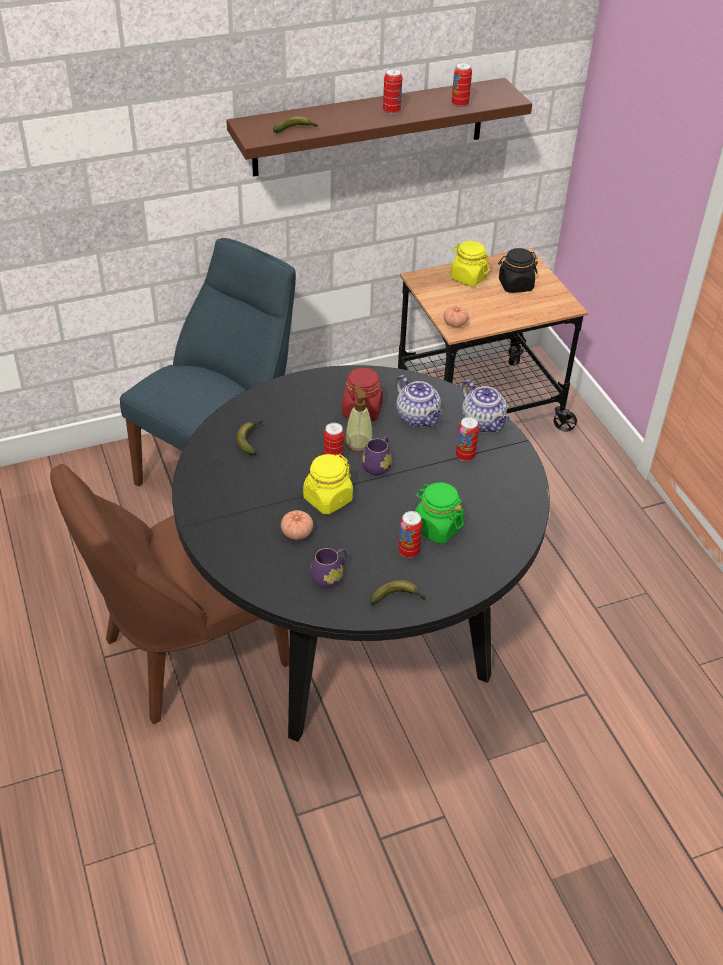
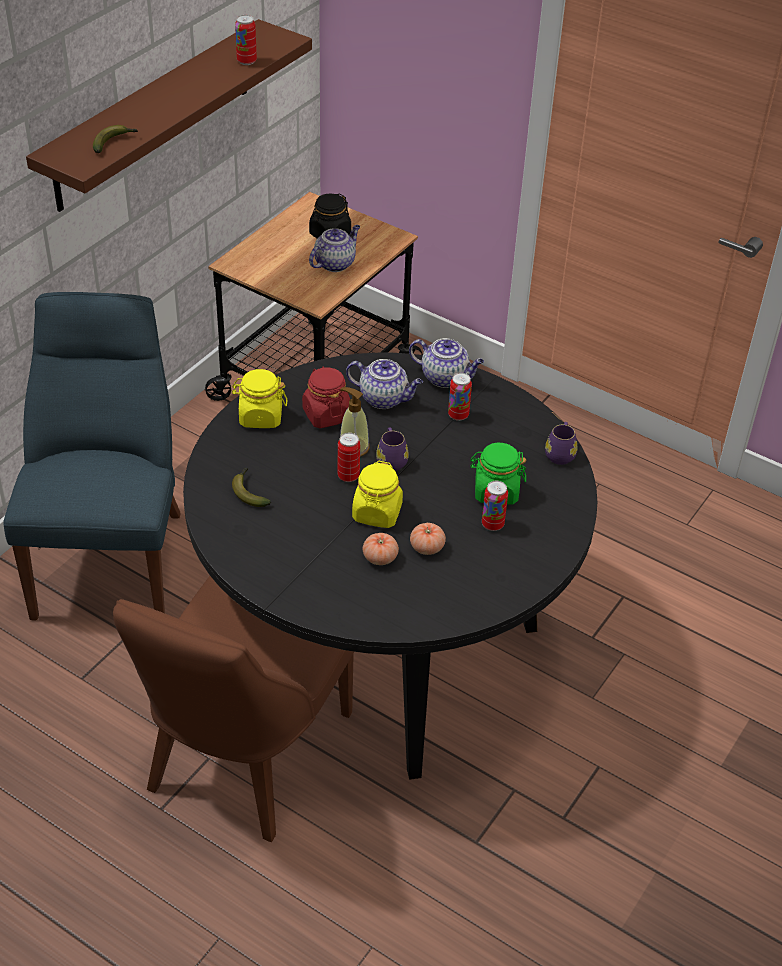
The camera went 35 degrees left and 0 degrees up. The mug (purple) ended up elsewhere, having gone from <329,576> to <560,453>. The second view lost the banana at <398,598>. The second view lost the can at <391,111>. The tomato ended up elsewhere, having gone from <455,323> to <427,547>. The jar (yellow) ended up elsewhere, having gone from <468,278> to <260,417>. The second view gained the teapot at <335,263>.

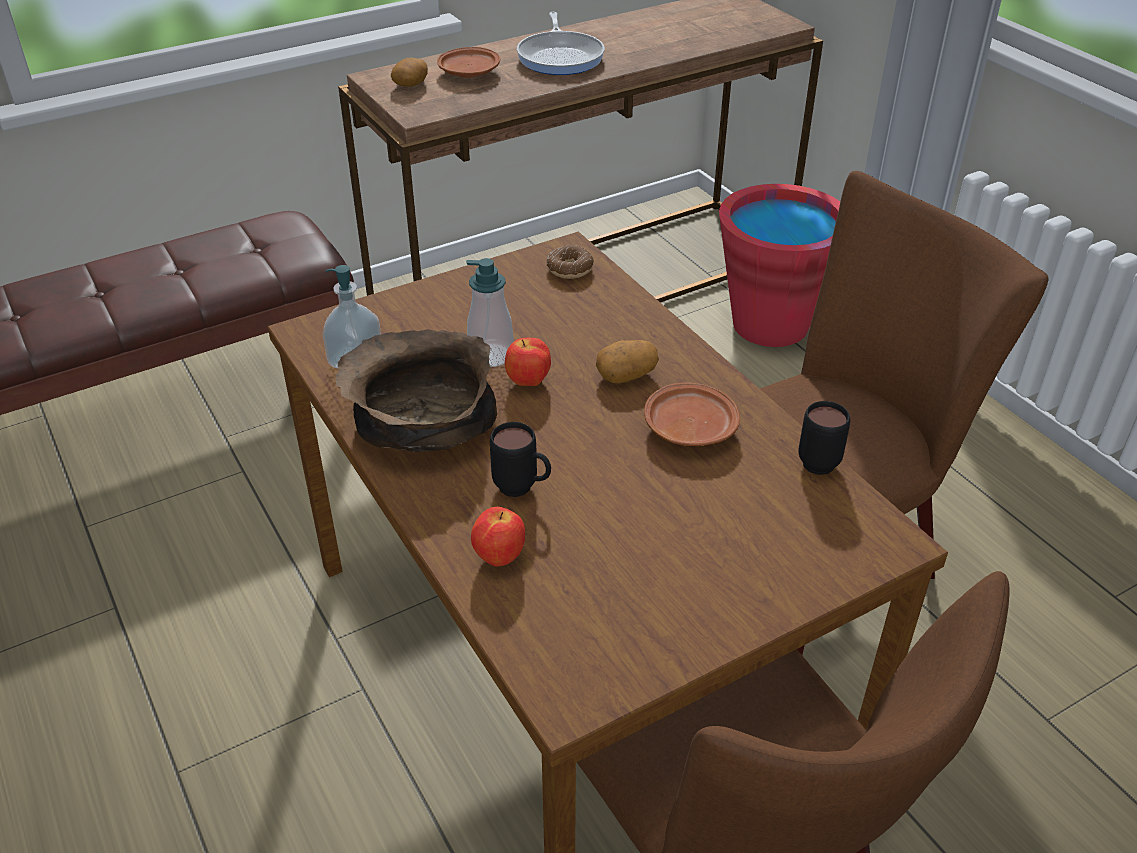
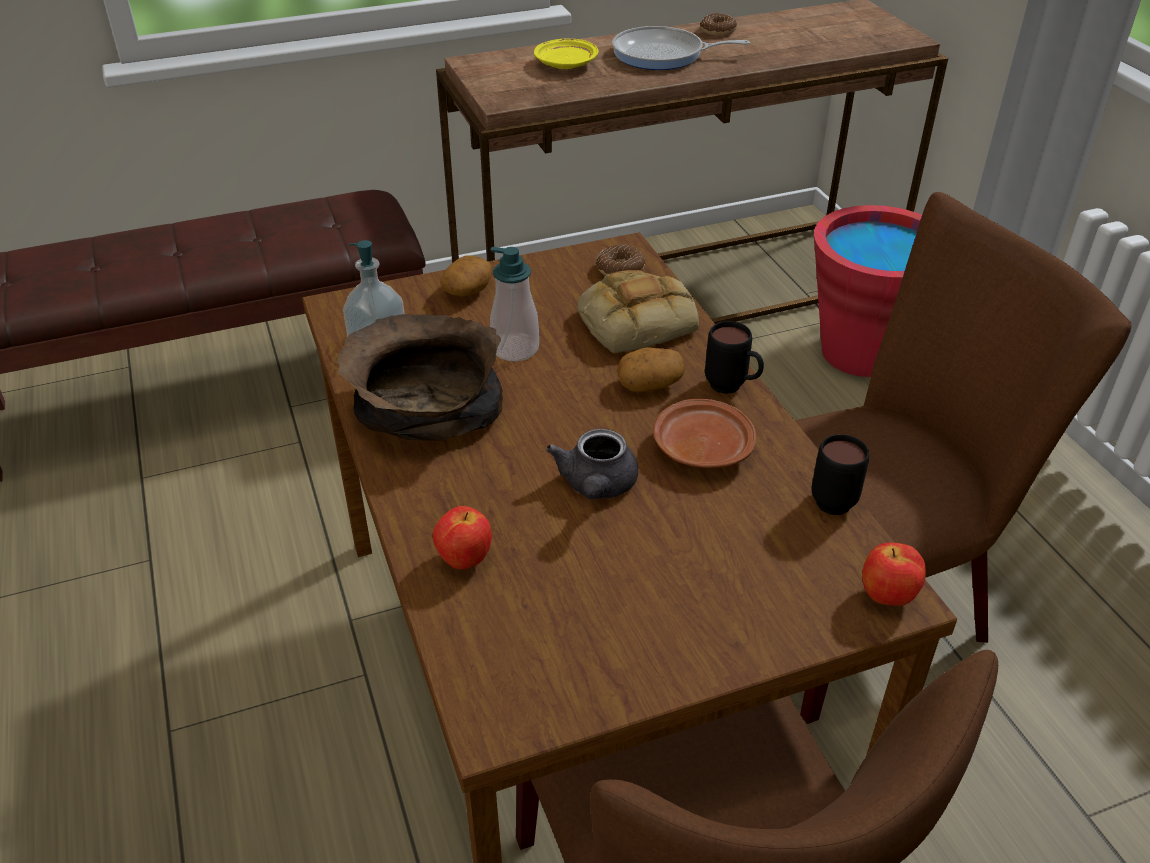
The camera went 10 degrees right and 0 degrees up. The potato ended up elsewhere, having gone from <410,84> to <467,291>. What was the plate (brown) at <469,72> turned into the plate (yellow) at <566,64>. The mug (black) ended up elsewhere, having gone from <523,490> to <732,388>. The apple ended up elsewhere, having gone from <528,382> to <887,597>. The frying pan at <560,57> ended up facing another way, 90 degrees clockwise from before. The second view gained the teapot (grey) at <596,486>. The second view gained the bread at <637,321>. The second view gained the donut at <717,31>.

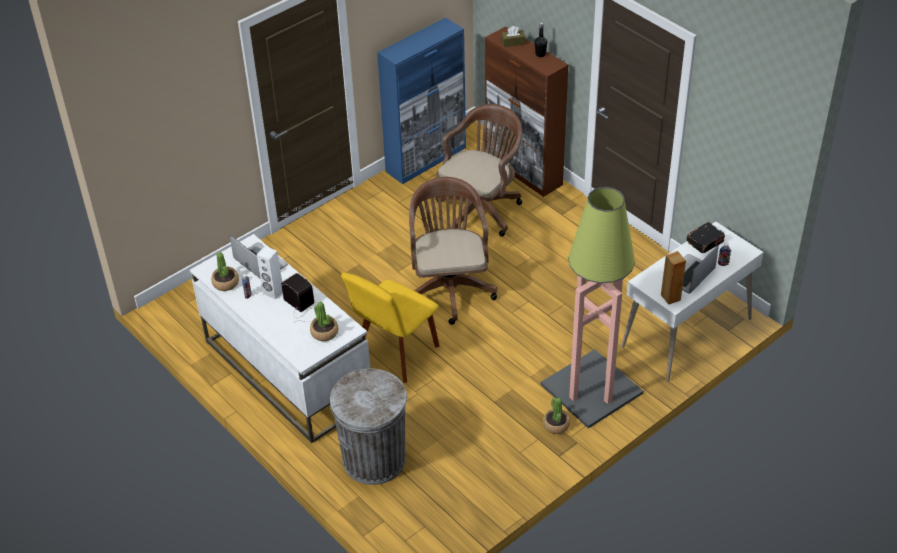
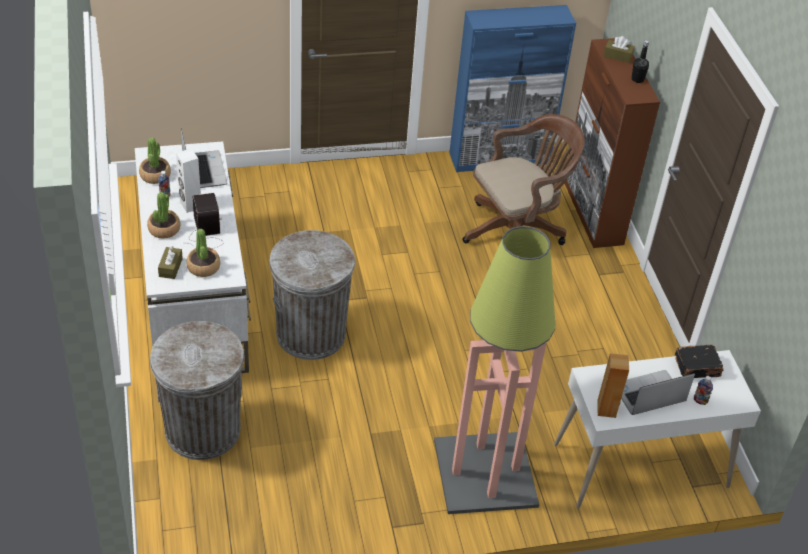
The camera went 25 degrees right and 0 degrees up. Where the chair (yellow) stood at <394,353>, the trash can (grey) came to stand at <310,334>. The second view lost the office chair (brown) at <449,287>. The potted plant ended up elsewhere, having gone from <556,425> to <164,229>. The second view gained the tissue box (brown) at <170,267>.

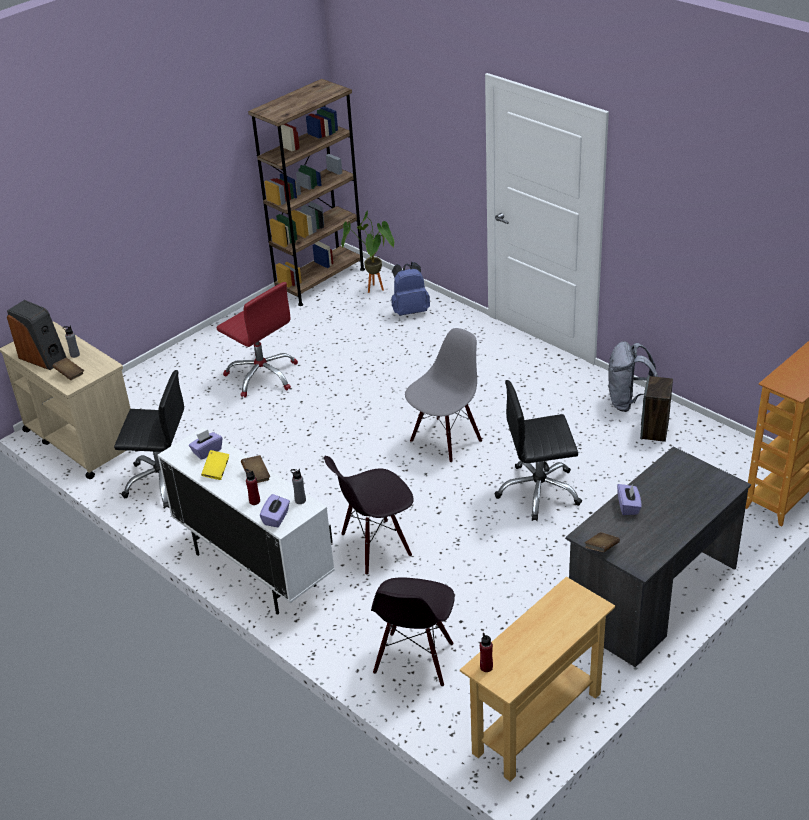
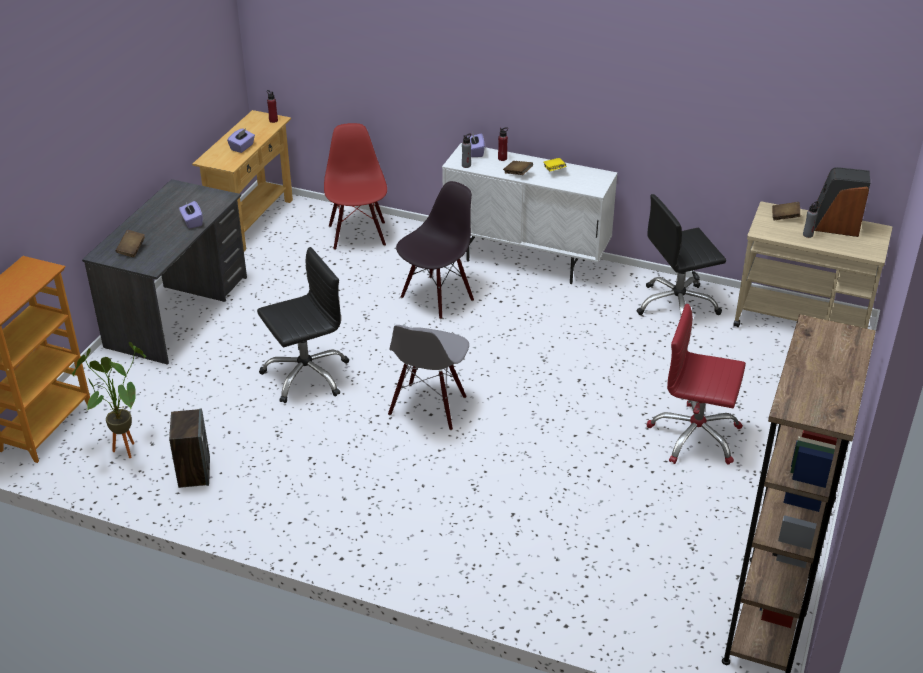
The camera went 155 degrees right and 0 degrees up. The tissue box (purple) ended up elsewhere, having gone from <207,451> to <242,147>. The potted plant ended up elsewhere, having gone from <374,291> to <124,447>. What was the chair (black) at <415,659> turned into the chair (red) at <358,235>. The second view lost the backpack (blue) at <410,310>. The book (brown) ended up elsewhere, having gone from <601,548> to <131,249>. The second view lost the backpack (grey) at <628,402>.

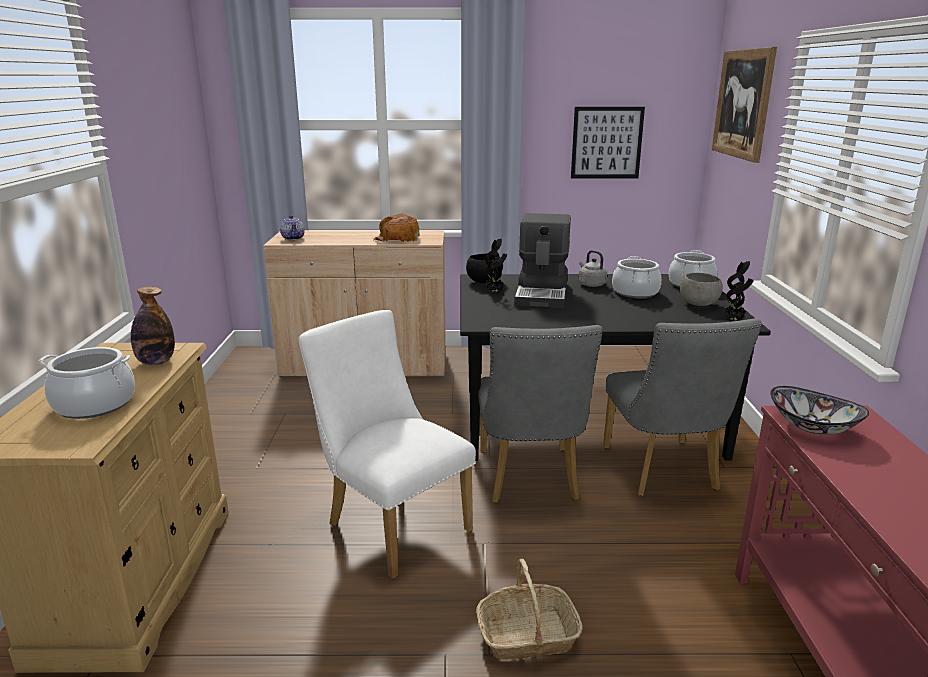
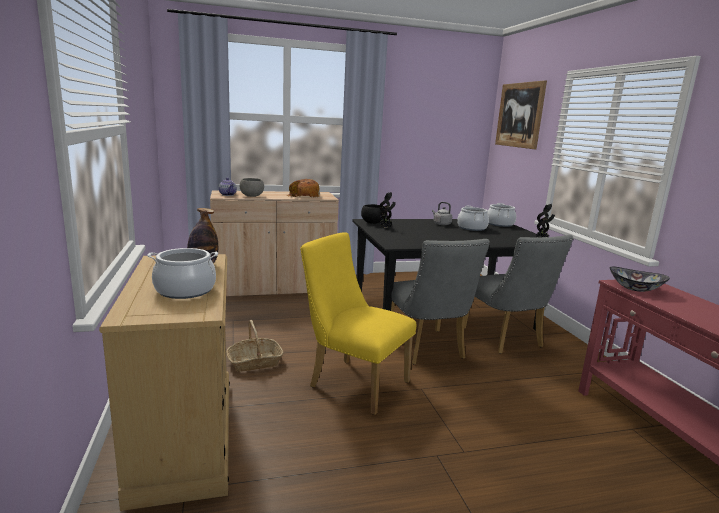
The camera went 15 degrees left and 5 degrees down. What was the chair (white) at <391,523> turned into the chair (yellow) at <353,382>. The basket ended up elsewhere, having gone from <527,635> to <254,362>. The second view lost the coffee machine at <543,294>. The second view lost the picture at <606,143>. The bowl (grey) ended up elsewhere, having gone from <699,304> to <252,196>.

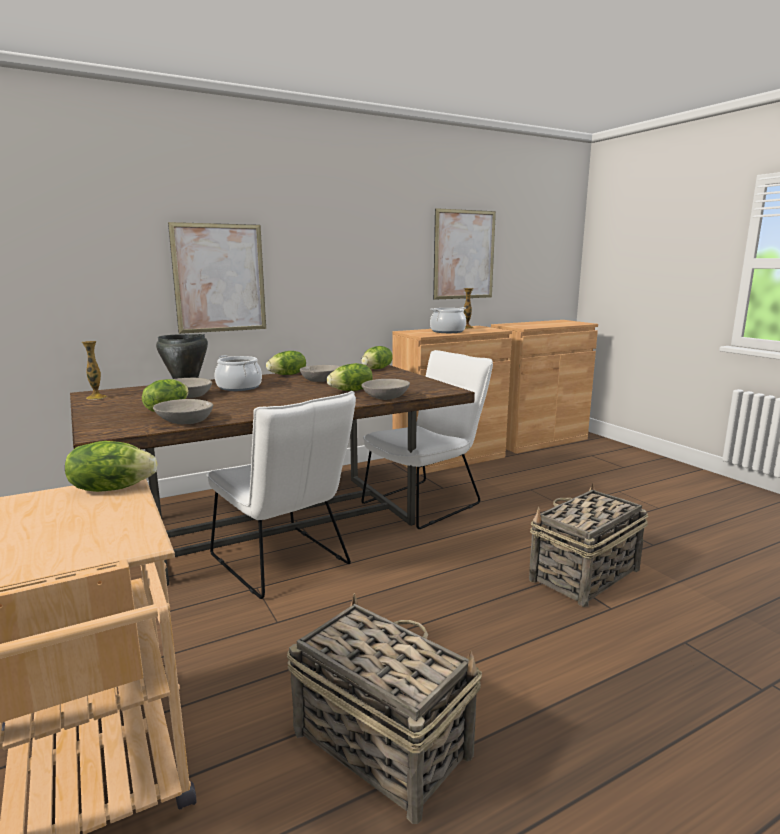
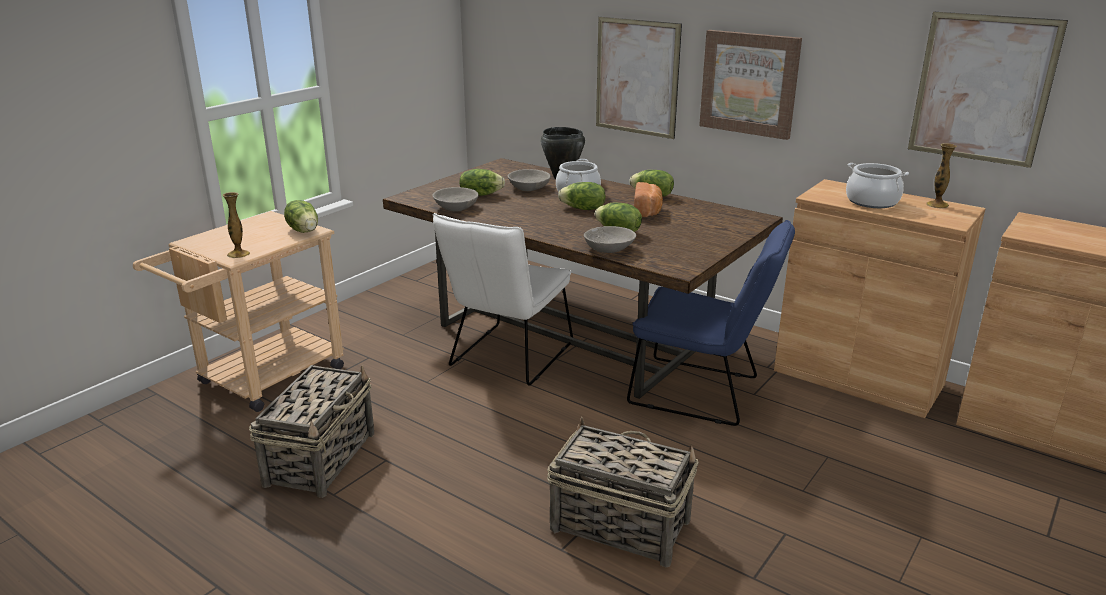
The camera went 65 degrees right and 10 degrees up. The vase ended up elsewhere, having gone from <96,397> to <238,254>. Where the bowl (grey) stood at <321,380>, the bread came to stand at <648,211>. The lettuce ended up elsewhere, having gone from <377,369> to <583,209>. What was the chair (white) at <427,501> turned into the chair (blue) at <703,393>. The second view gained the picture at <749,83>.

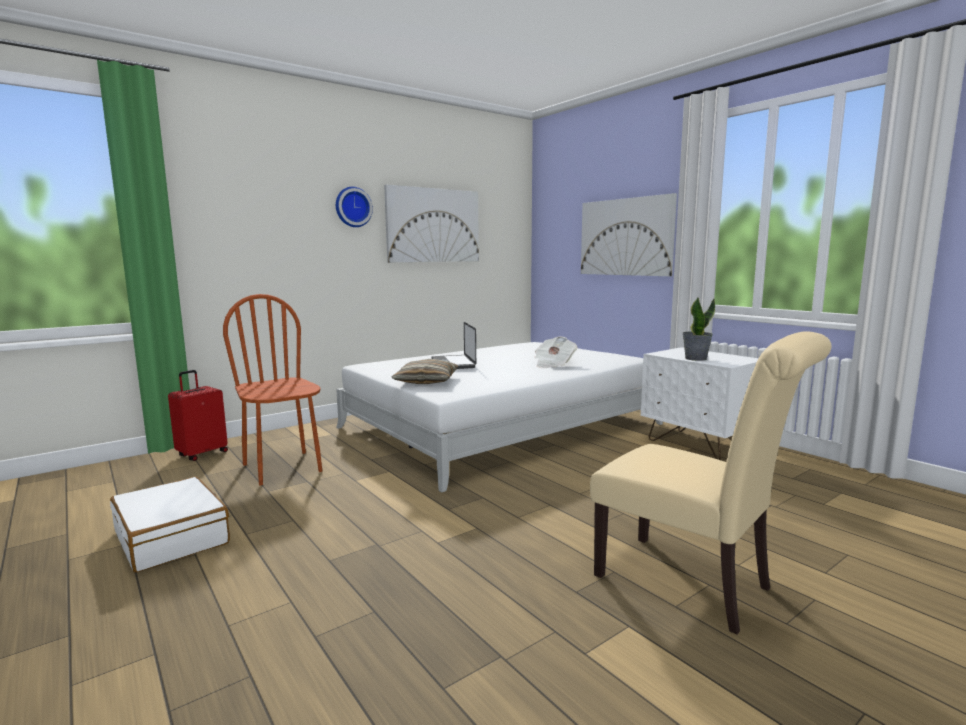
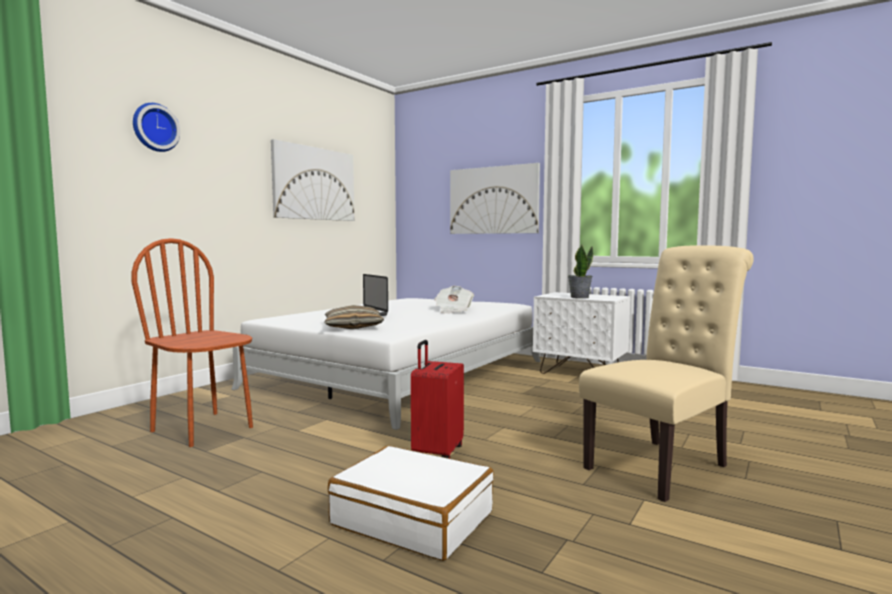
The camera went 20 degrees left and 5 degrees down. The suitcase (white) ended up elsewhere, having gone from <172,537> to <413,518>. The suitcase (red) ended up elsewhere, having gone from <202,454> to <436,453>. The wall clock ended up elsewhere, having gone from <352,207> to <154,128>. The chair (beige) at <692,585> ended up facing another way, 60 degrees counterclockwise from before.

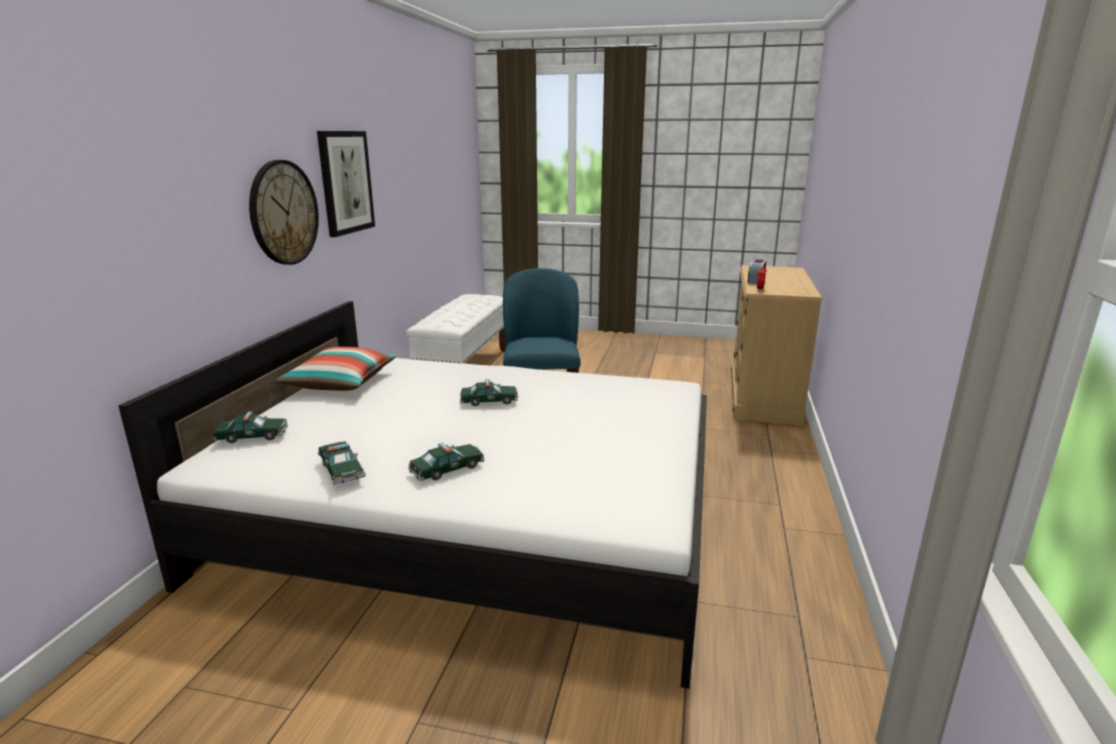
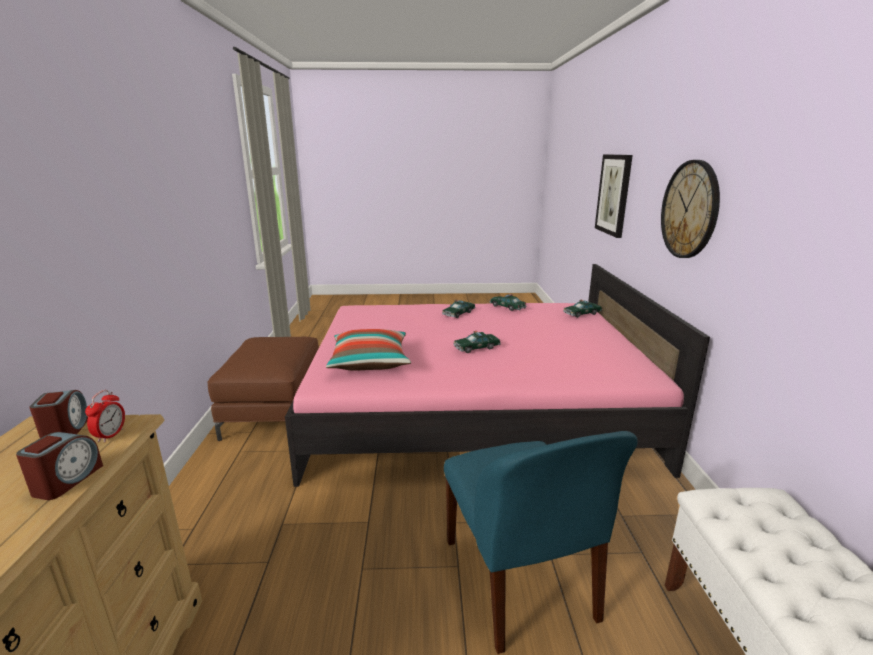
The camera went 165 degrees right and 0 degrees up. What was the bed (white) at <475,519> turned into the bed (pink) at <473,407>. The pillow ended up elsewhere, having gone from <340,383> to <370,362>. The picture ended up elsewhere, having gone from <345,182> to <614,194>. The second view gained the alarm clock at <66,431>. The second view gained the ottoman (brown) at <275,411>.

